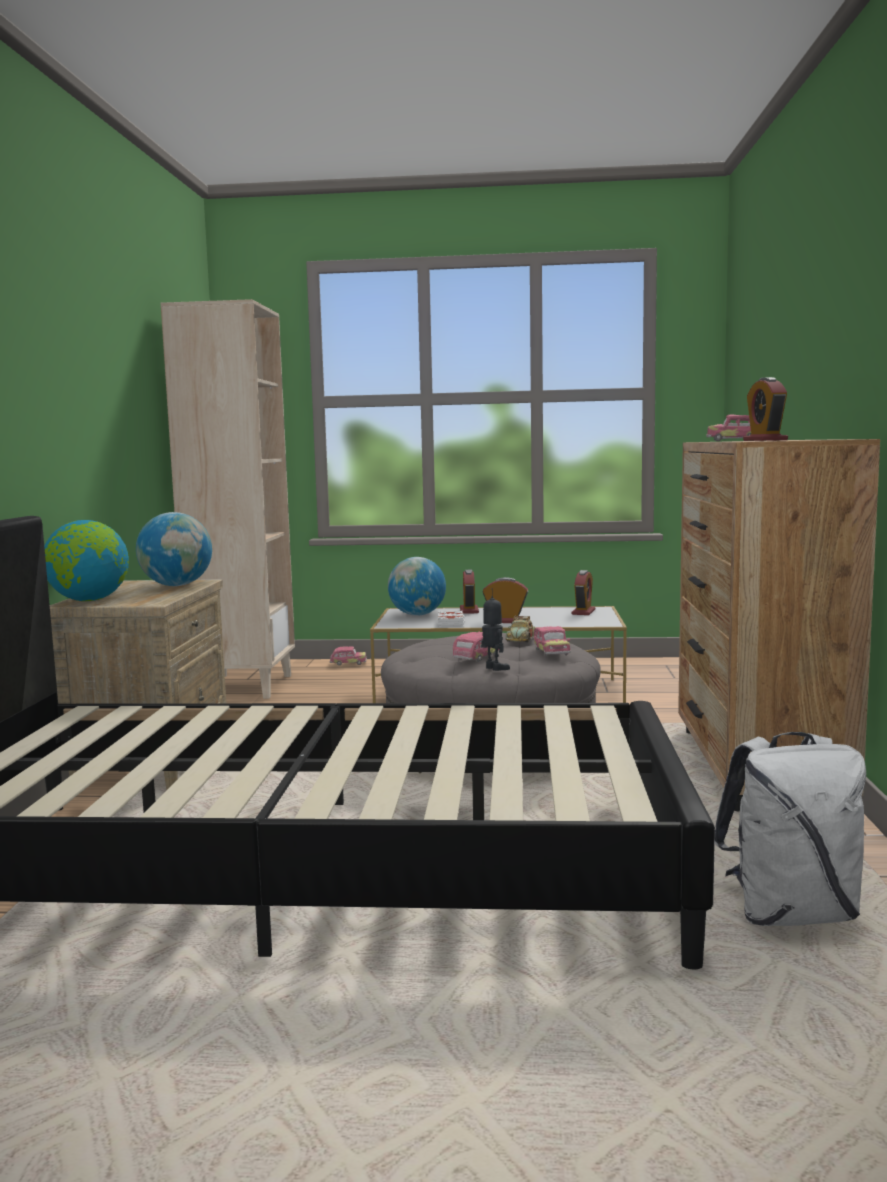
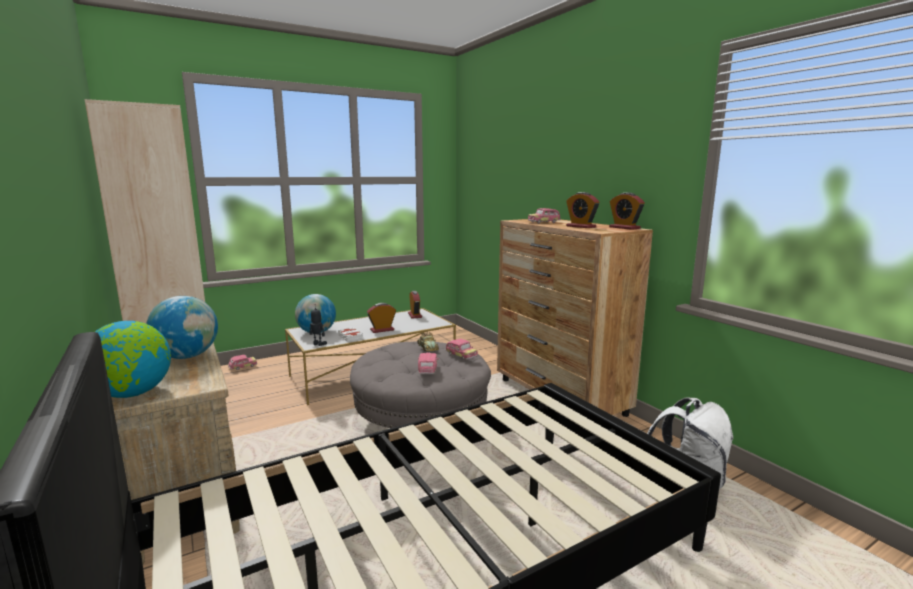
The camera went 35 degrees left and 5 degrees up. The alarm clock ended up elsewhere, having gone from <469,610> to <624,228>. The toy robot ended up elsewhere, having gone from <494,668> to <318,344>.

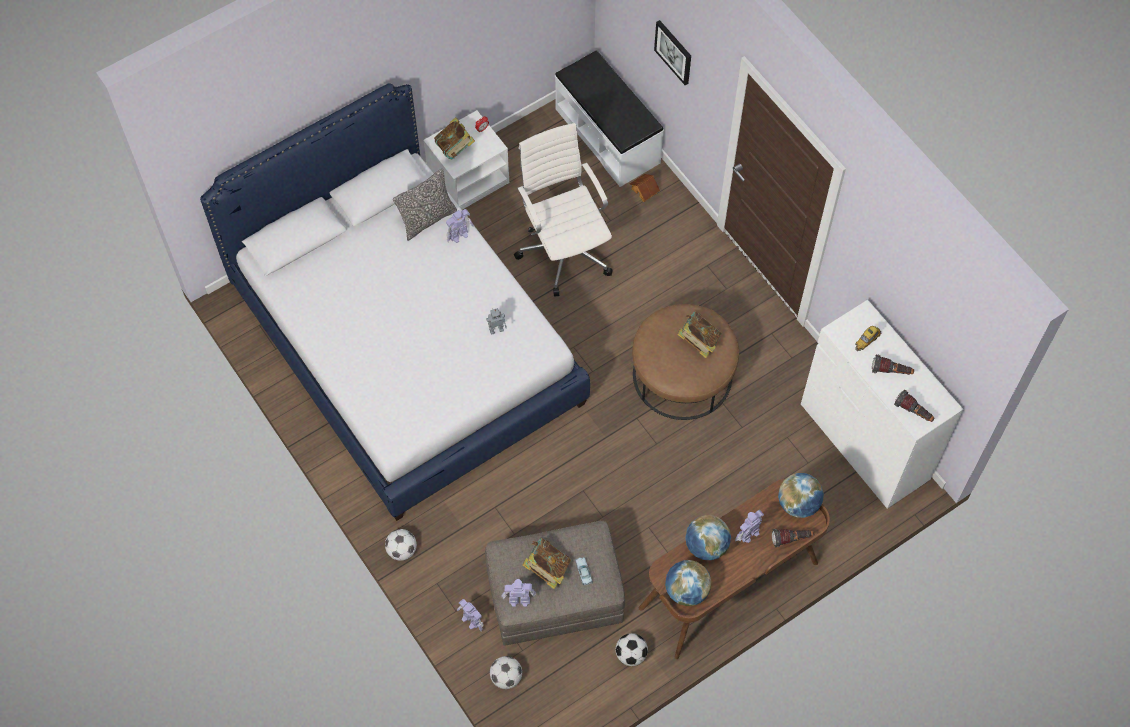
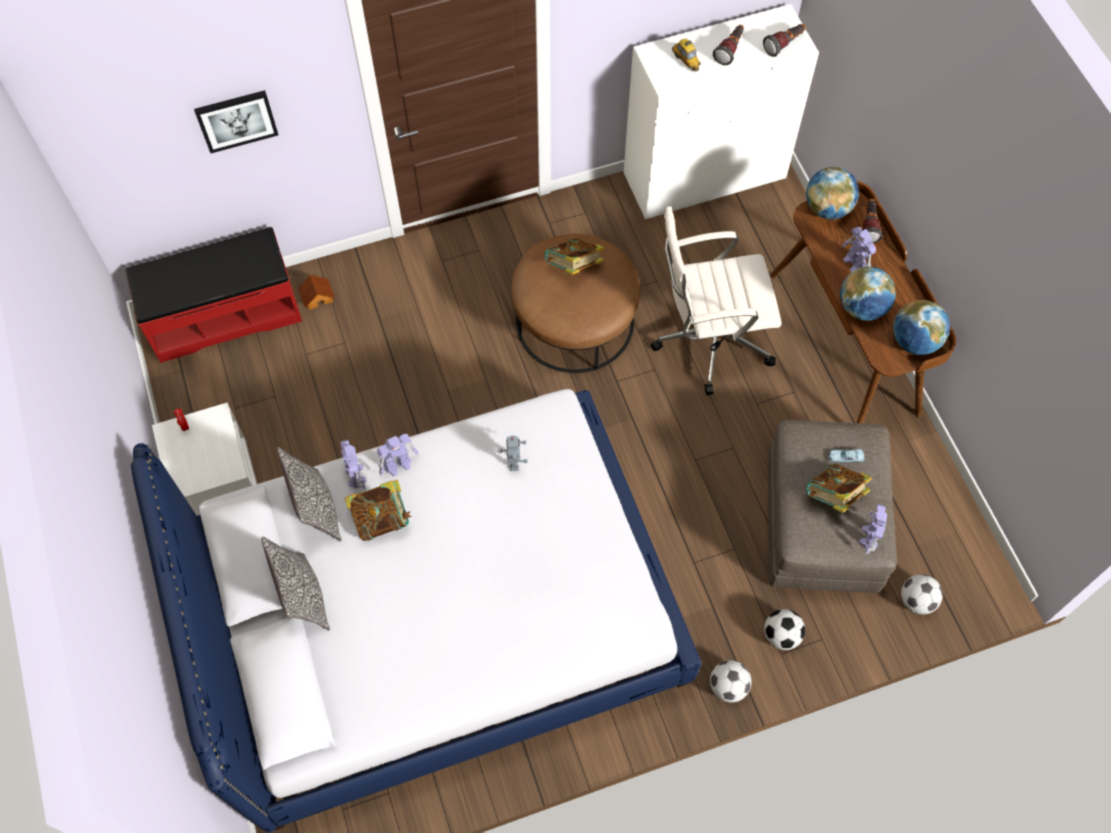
The camera went 75 degrees left and 0 degrees up. The book ended up elsewhere, having gone from <455,148> to <381,518>. The toy robot ended up elsewhere, having gone from <471,620> to <399,465>. The office chair (white) ended up elsewhere, having gone from <565,249> to <709,340>. What was the bench (white) at <608,135> turned into the bench (red) at <224,315>. The football ended up elsewhere, having gone from <631,654> to <781,635>. The second view gained the pillow at <304,596>.

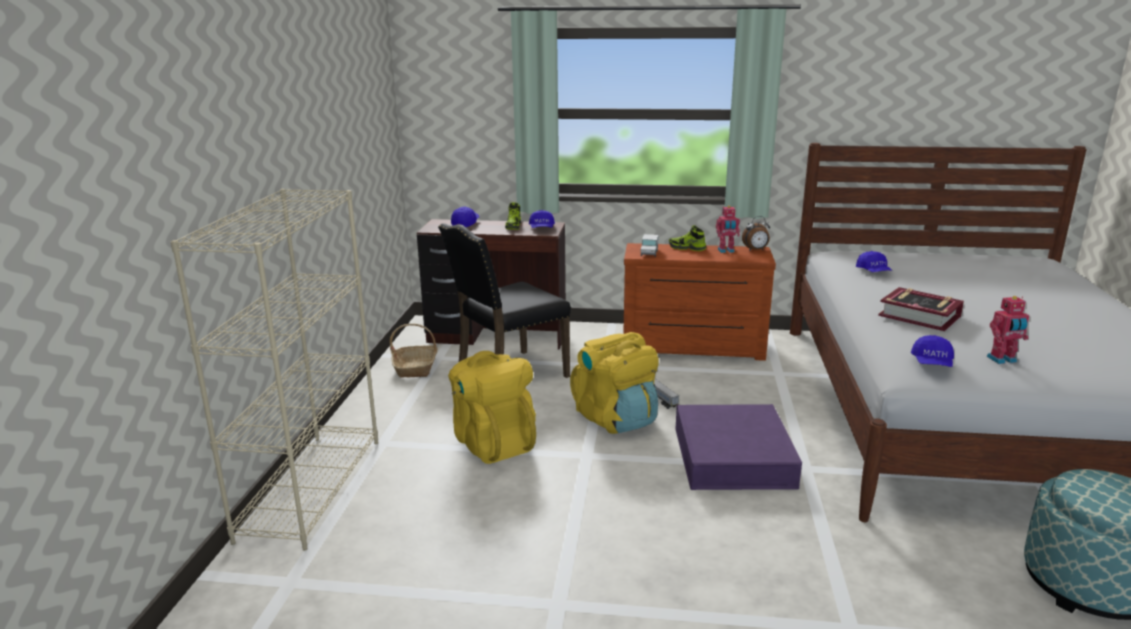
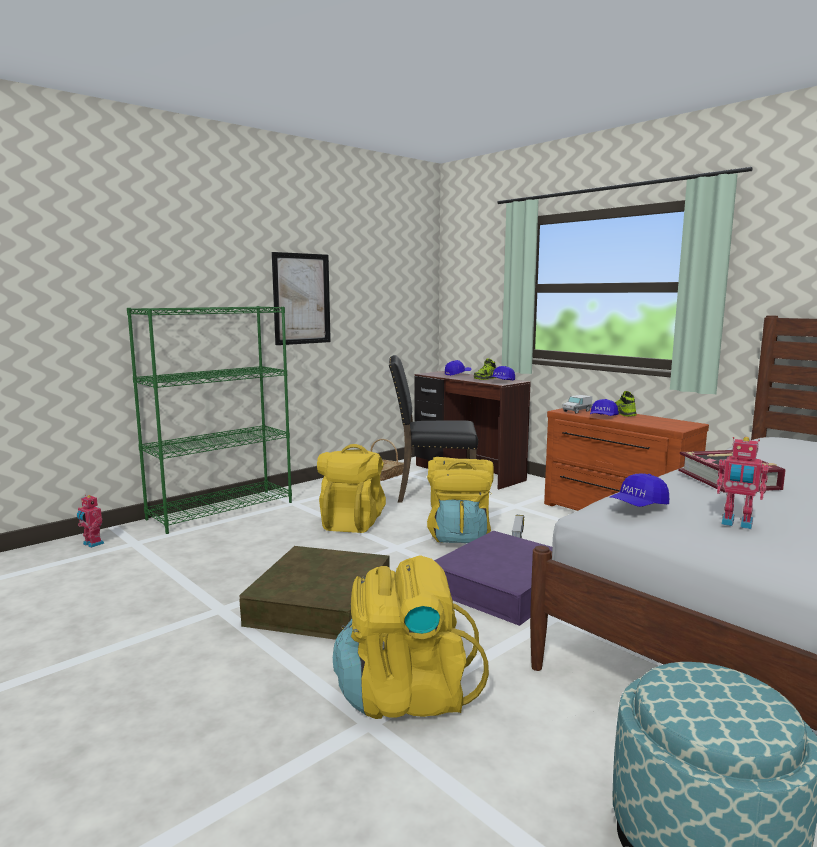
The camera went 40 degrees right and 10 degrees down. What was the bookcase (beige) at <311,487> turned into the bookcase (green) at <222,510>. The toy robot ended up elsewhere, having gone from <726,251> to <92,544>. The second view lost the alarm clock at <755,250>. The cap (blue) ended up elsewhere, having gone from <873,272> to <603,417>. The second view gained the storage box (brown) at <320,603>. The second view gained the picture at <301,299>. The second view gained the backpack (yellow) at <405,695>.

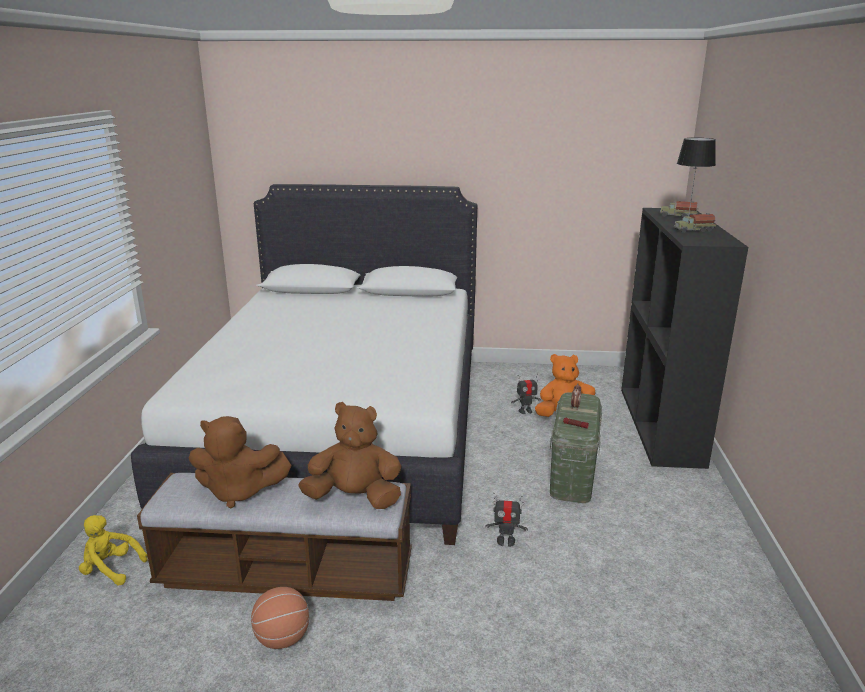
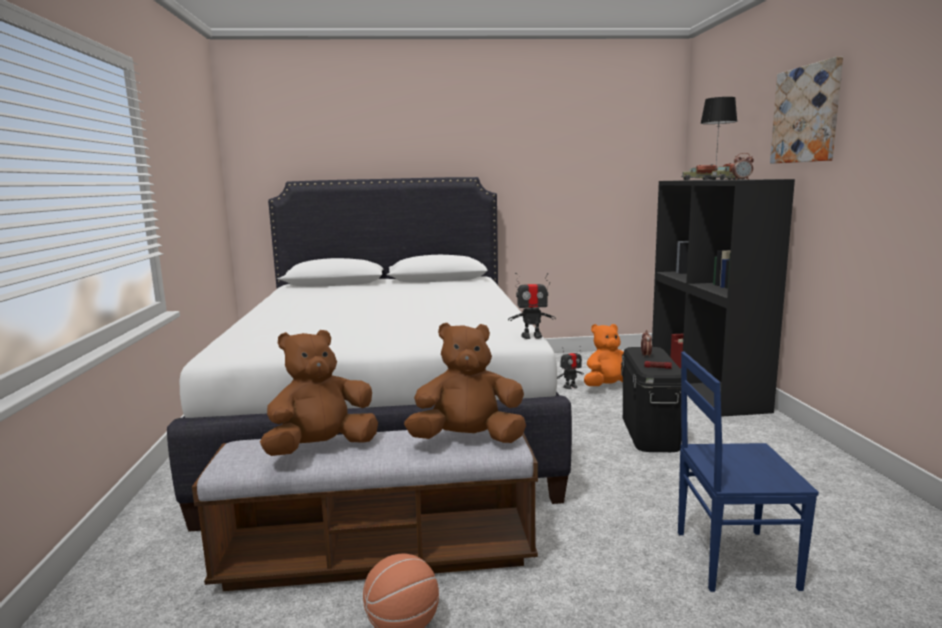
The camera went 10 degrees left and 10 degrees down. The second view lost the plush toy (yellow) at <110,569>. The plush toy (brown) at <239,491> ended up facing another way, 150 degrees clockwise from before. The toy robot ended up elsewhere, having gone from <505,541> to <532,336>. What was the storage box (green) at <572,476> turned into the storage box (black) at <649,431>. The second view gained the chair (blue) at <732,558>. The second view gained the alarm clock at <742,179>. The second view gained the picture at <806,114>.

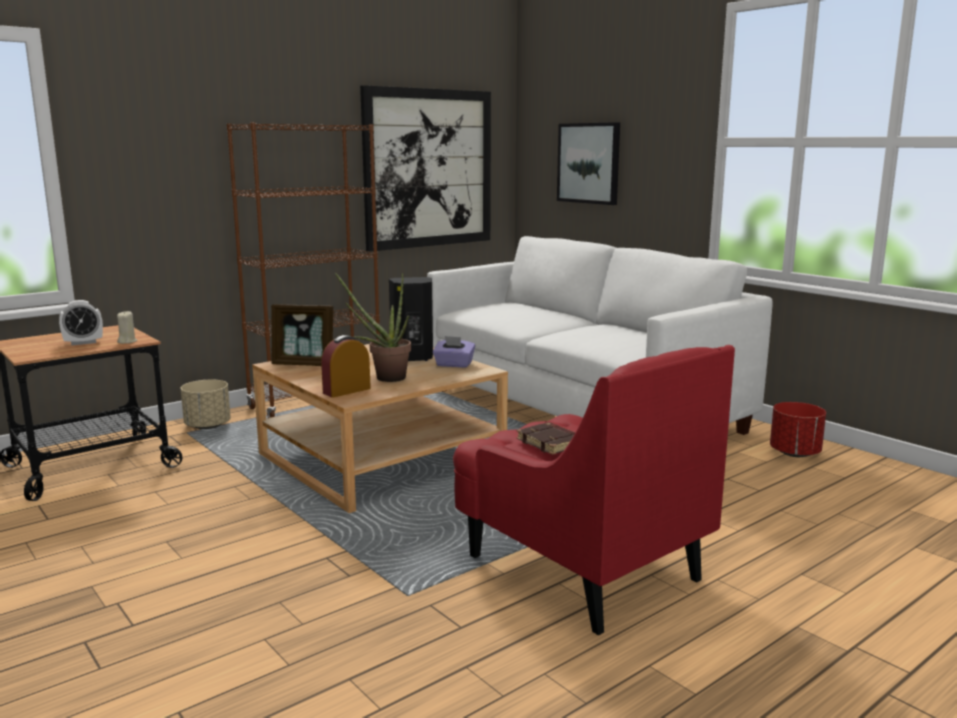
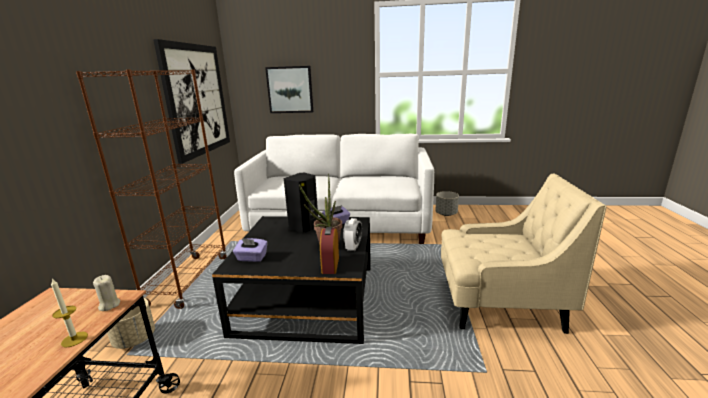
The camera went 45 degrees left and 5 degrees up. The alarm clock ended up elsewhere, having gone from <83,343> to <353,247>. What was the coffee table (beige) at <381,459> turned into the coffee table (black) at <307,299>. Where the picture frame stood at <304,364>, the tissue box (purple) came to stand at <251,258>. What was the armchair (red) at <580,567> turned into the armchair (beige) at <499,305>. The second view lost the book (brown) at <552,443>. What was the planter (red) at <795,453> turned into the planter (grey) at <446,214>. The second view gained the candle at <74,339>.

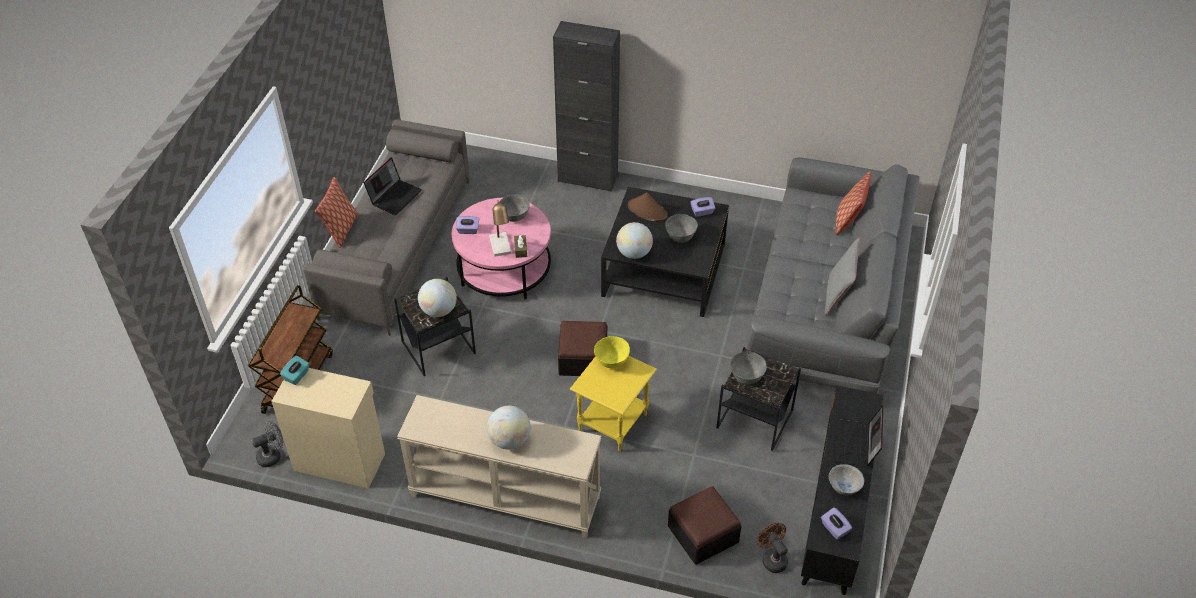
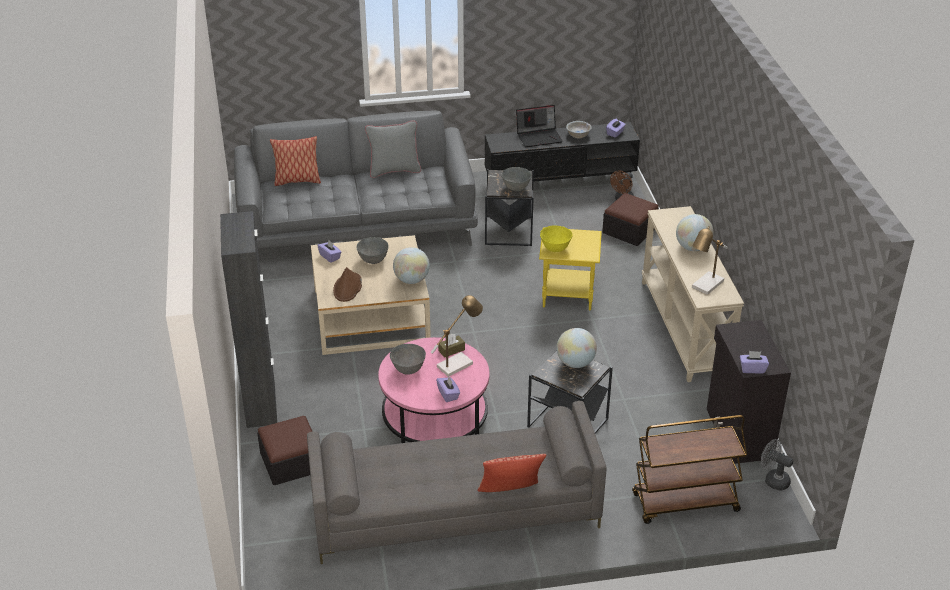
The camera went 115 degrees left and 10 degrees down. What was the cabinet (beige) at <339,460> turned into the cabinet (black) at <738,434>. What was the tissue box (turquoise) at <297,376> turned into the tissue box (purple) at <752,369>. The second view lost the laptop at <395,196>. The ottoman ended up elsewhere, having gone from <583,358> to <291,462>. What was the coffee table (black) at <664,270> turned into the coffee table (beige) at <371,315>. The second view gained the table lamp at <705,286>.

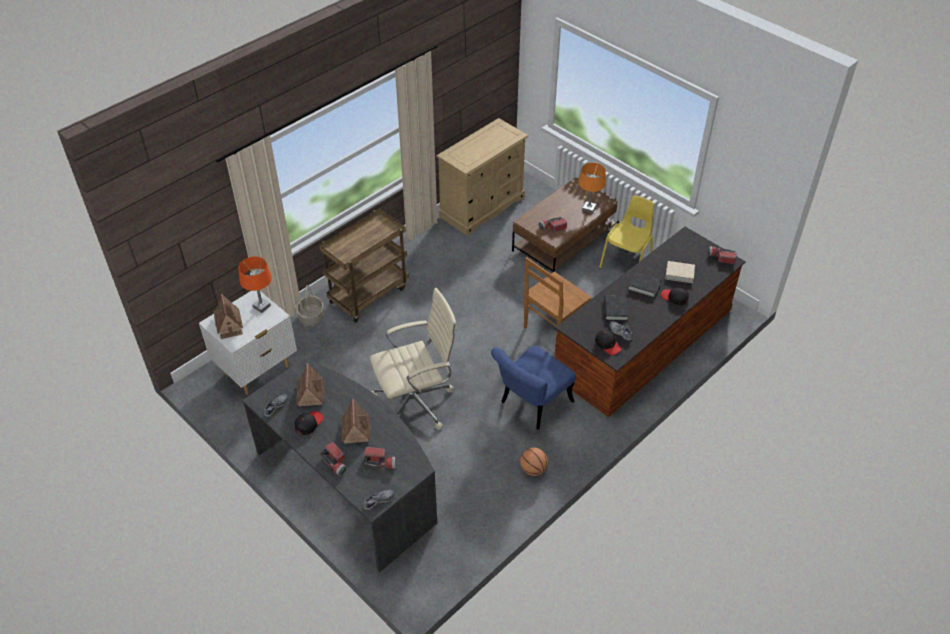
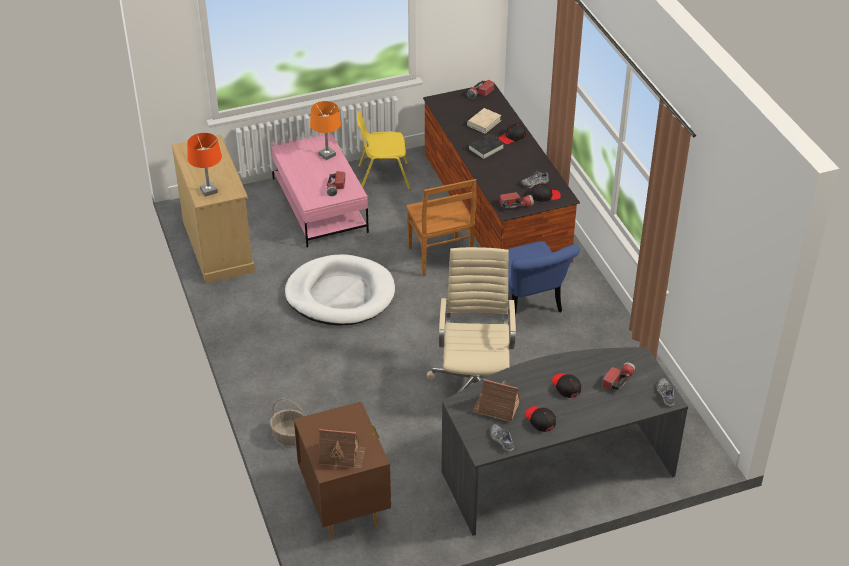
The camera went 65 degrees left and 5 degrees down. What was the nightstand (white) at <257,370> turned into the nightstand (brown) at <345,506>. The table lamp (orange) ended up elsewhere, having gone from <262,306> to <208,191>. The second view lost the cart (brown) at <369,294>. The flashlight ended up elsewhere, having gone from <335,462> to <516,205>. Where the toy house stood at <356,429>, the cap (black) came to stand at <566,387>. What was the coffee table (brown) at <565,239> turned into the coffee table (pink) at <319,205>. The second view lost the basketball at <533,469>. The chair (yellow) at <627,261> ended up facing another way, 60 degrees counterclockwise from before. The second view lost the book (black) at <615,310>. The second view gained the dog bed (white) at <340,294>.

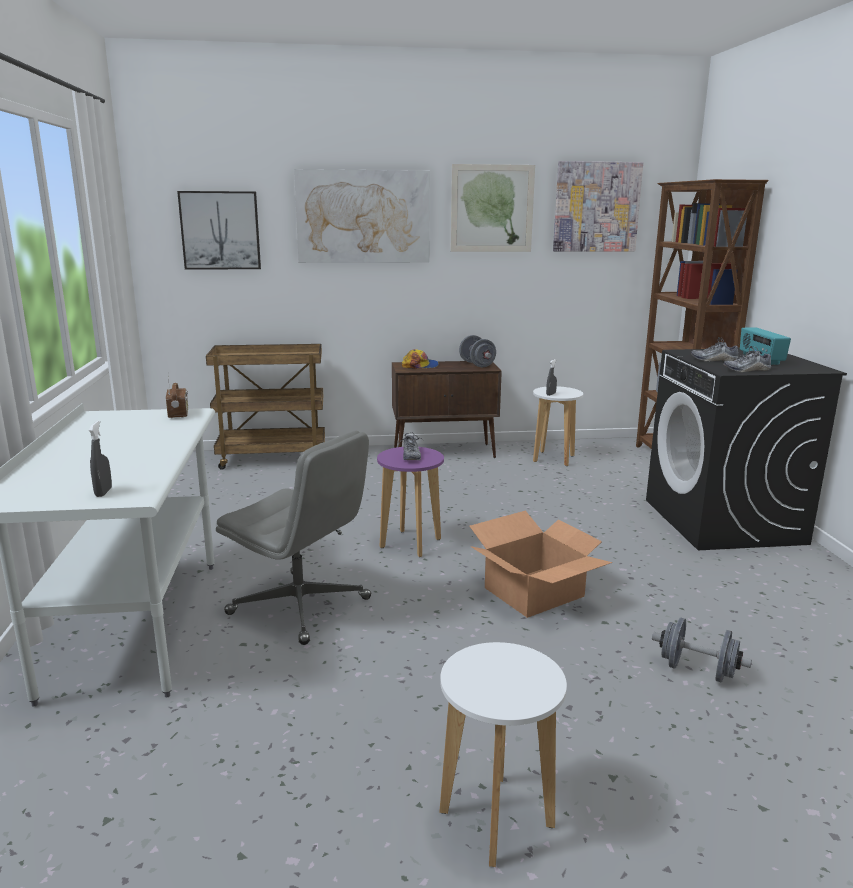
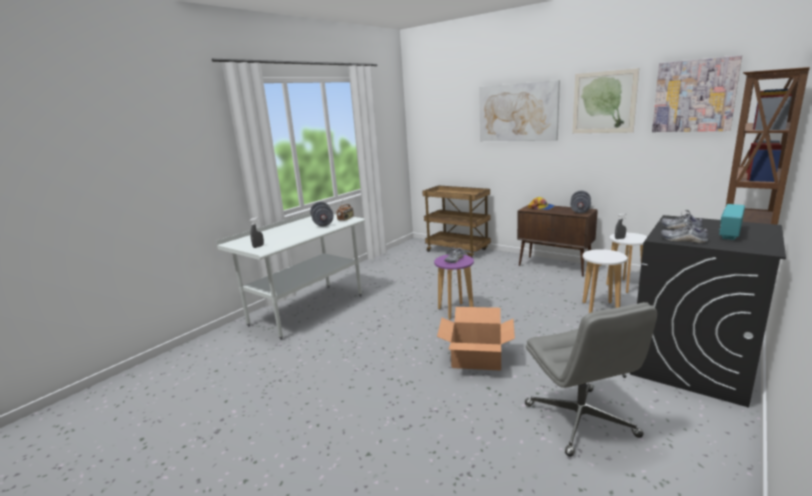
The camera went 45 degrees right and 0 degrees up. The second view lost the picture at <220,230>. The office chair (grey) ended up elsewhere, having gone from <301,607> to <581,421>. The stool (white) ended up elsewhere, having gone from <496,819> to <600,308>. The dumbbell (grey) ended up elsewhere, having gone from <697,671> to <323,223>.

